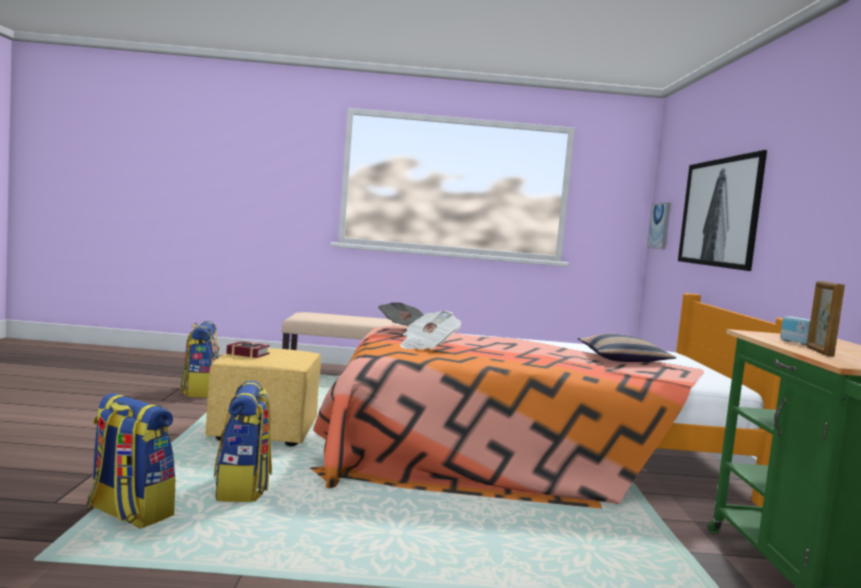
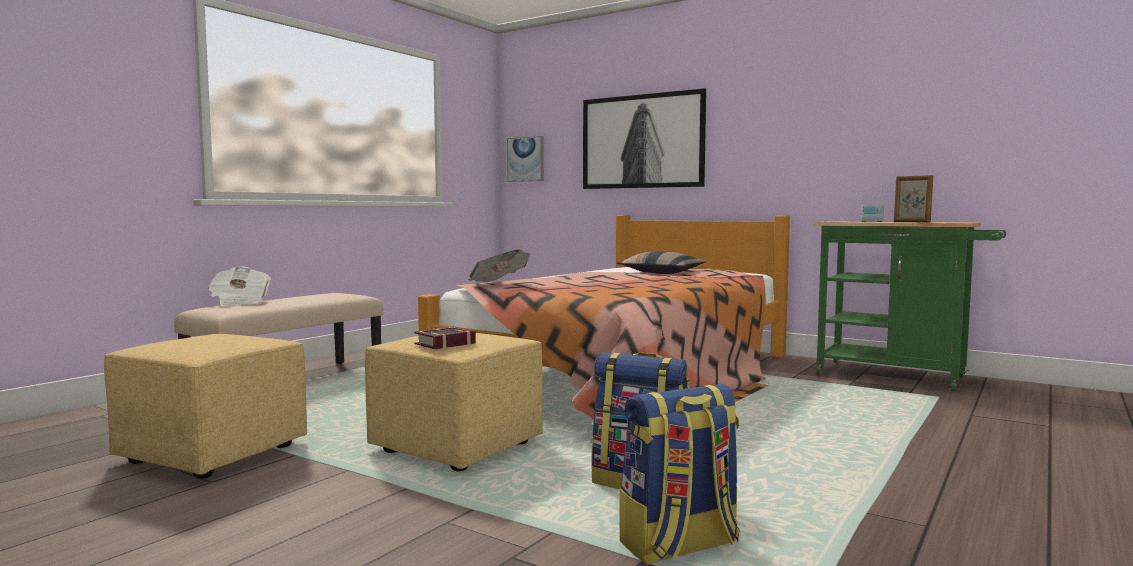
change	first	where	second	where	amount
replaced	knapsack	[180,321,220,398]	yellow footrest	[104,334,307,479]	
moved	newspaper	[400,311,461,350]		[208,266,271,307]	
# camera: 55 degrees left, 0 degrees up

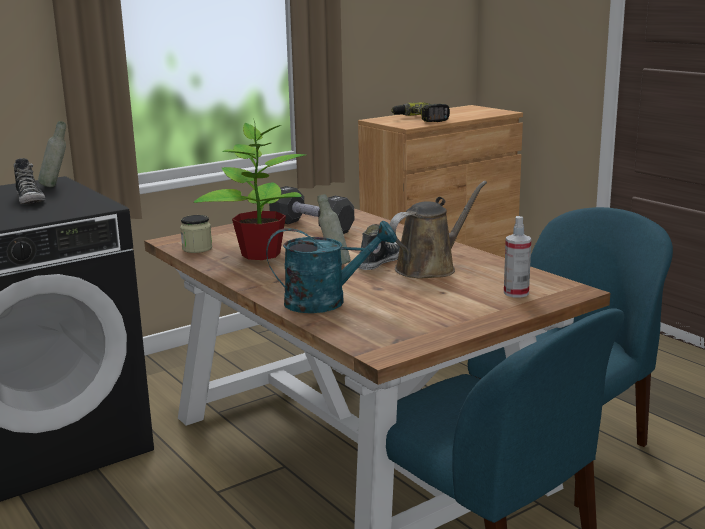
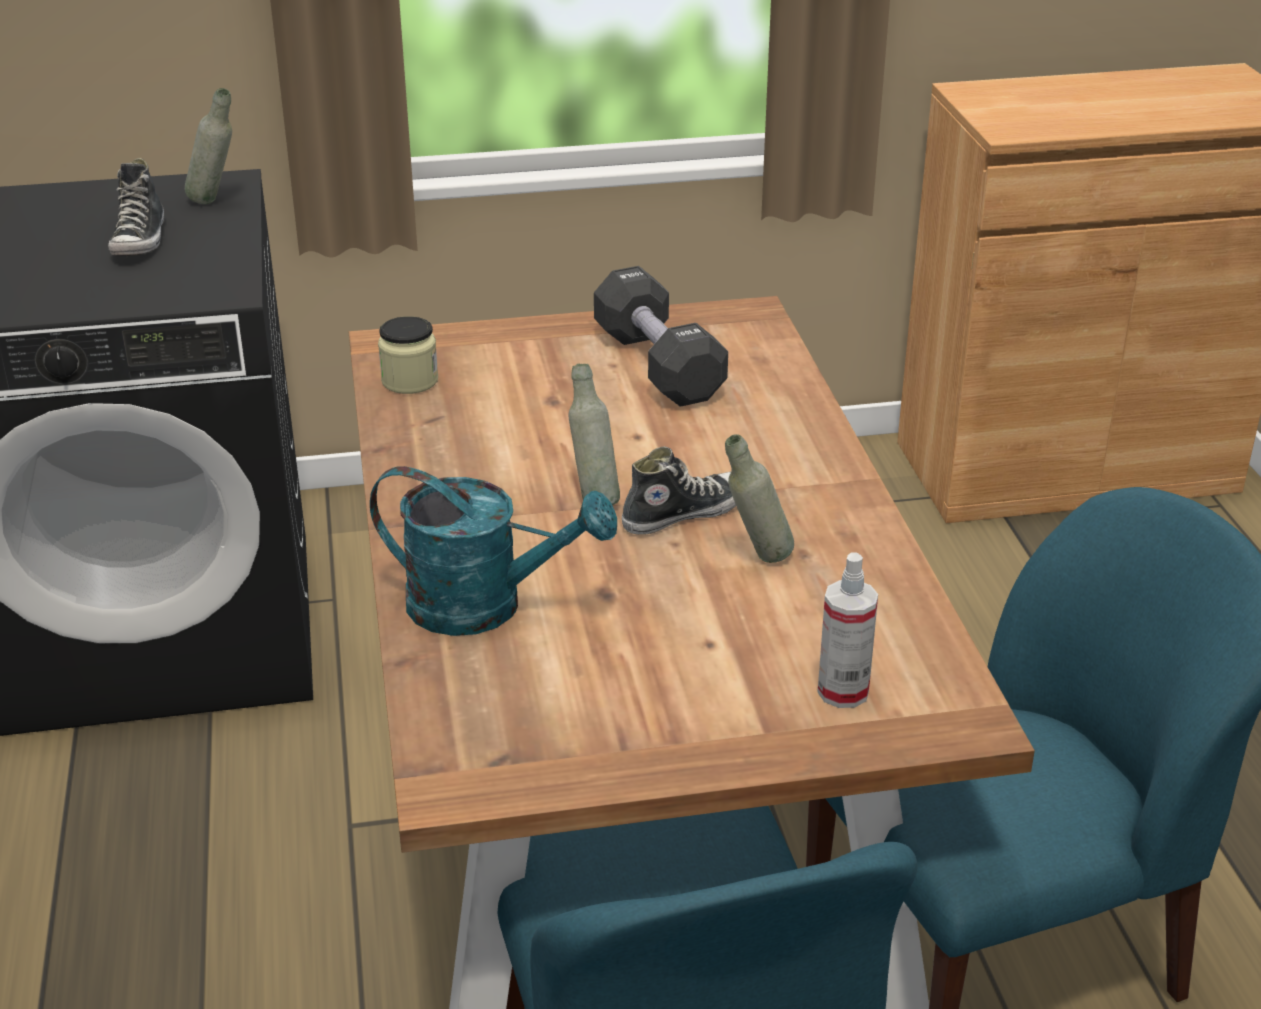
change	first	where	second	where	amount
replaced	brownish watering pot	[389,181,487,279]	gray bottle	[725,434,794,563]	
removed	plant in a pot	[194,118,305,260]			
removed	drill	[391,102,450,122]			
# camera: 25 degrees right, 15 degrees up

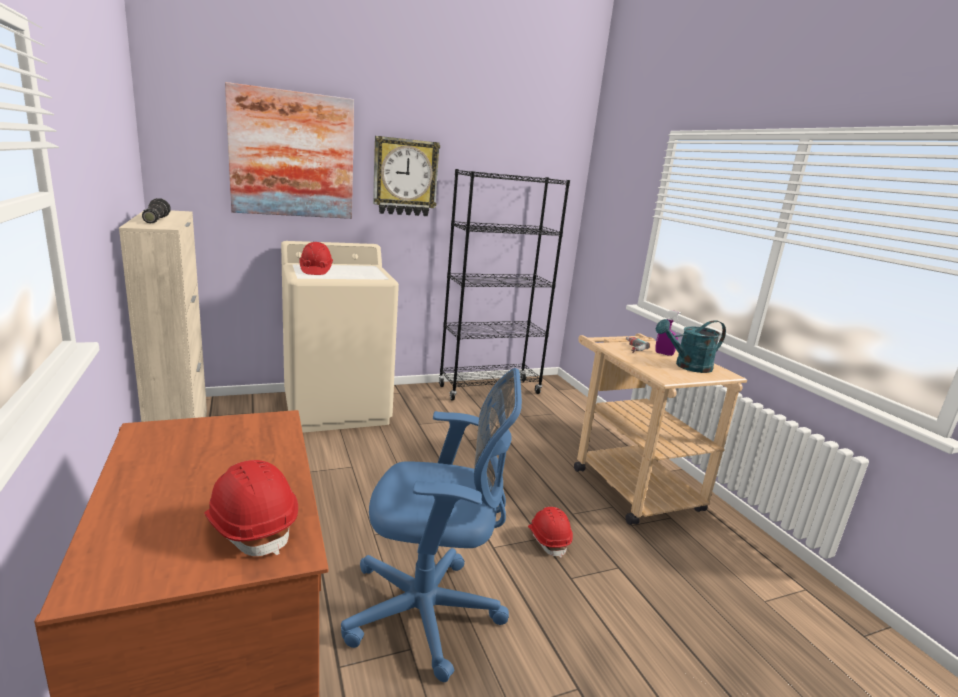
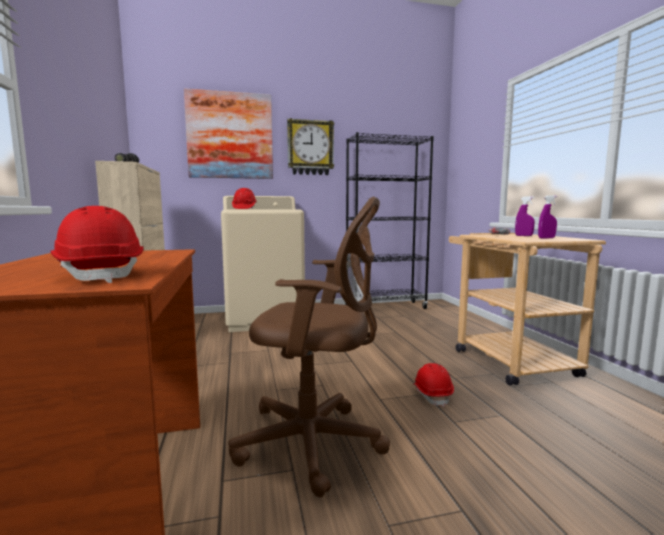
change	first	where	second	where	amount
recoloured	bluish computer chair	[341,368,522,682]	brownish computer chair	[228,197,390,497]	
replaced	turquoise-coloured watering pot	[656,319,726,373]	purple sprayer	[538,195,557,238]	
# camera: 10 degrees right, 10 degrees down

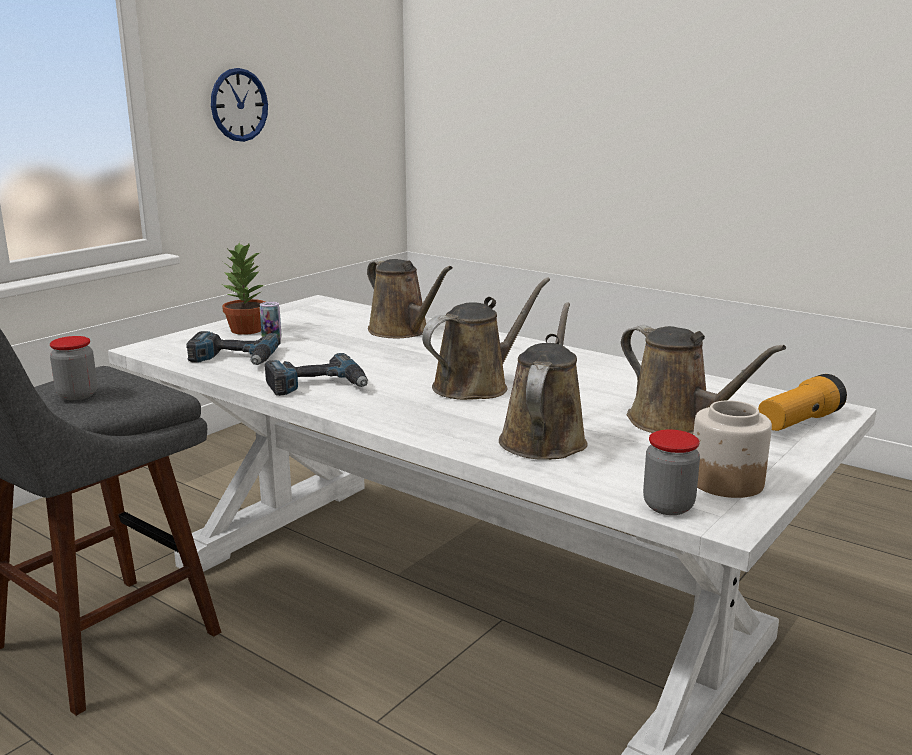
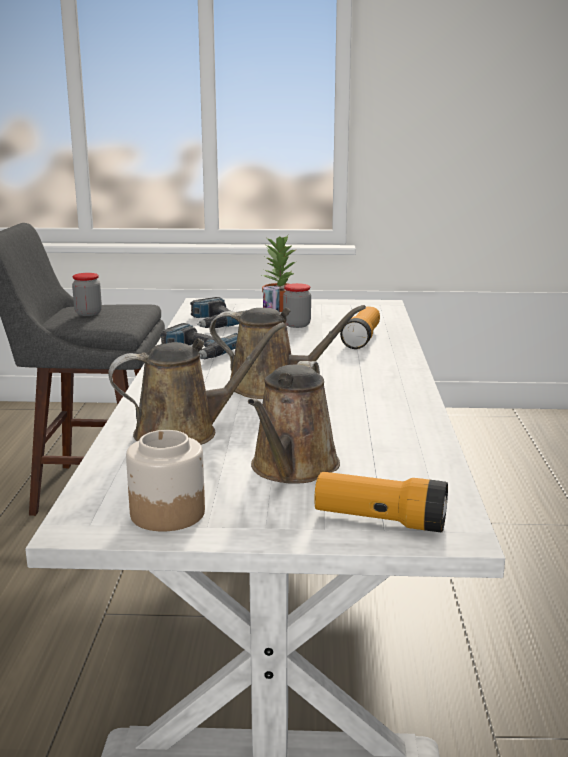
change	first	where	second	where	amount
moved	storage jar	[643,430,700,515]		[283,283,311,328]	
replaced	brownish watering pot	[367,259,453,338]	flashlight	[340,307,380,349]	
removed	hanging clock	[211,68,268,142]			
# camera: 55 degrees right, 0 degrees up

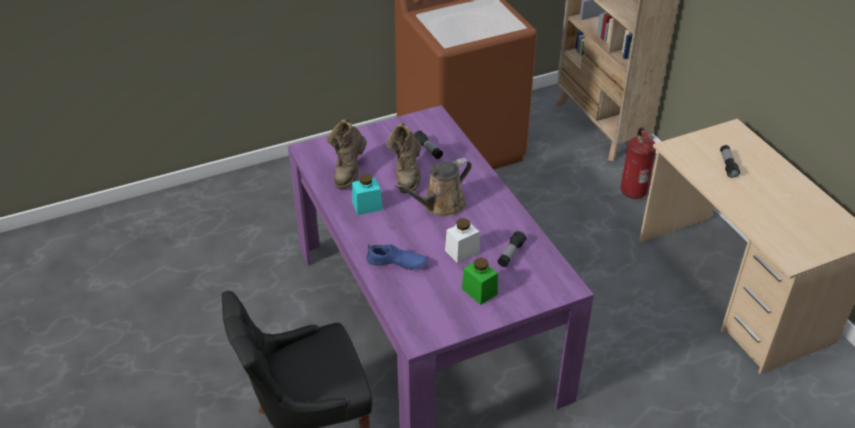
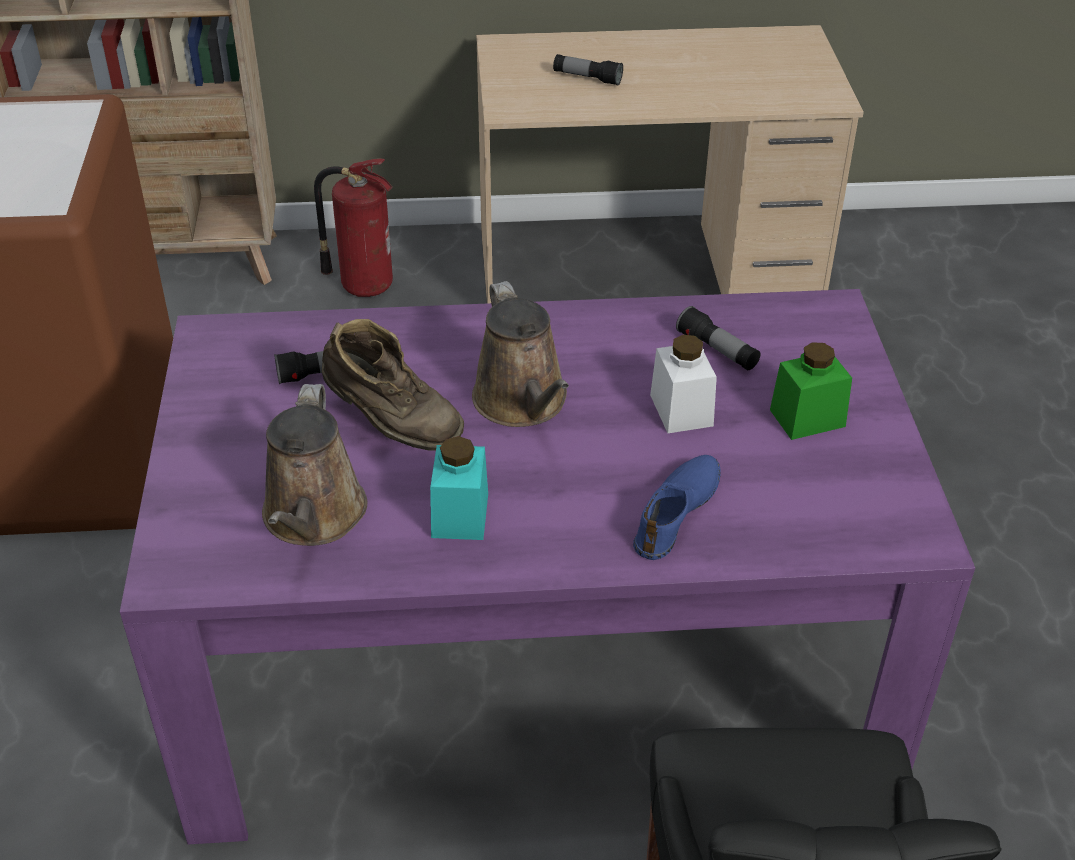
change	first	where	second	where	amount
replaced	brownish high-top boot	[326,119,367,189]	brownish watering pot	[262,384,367,546]	
# camera: 70 degrees left, 0 degrees up

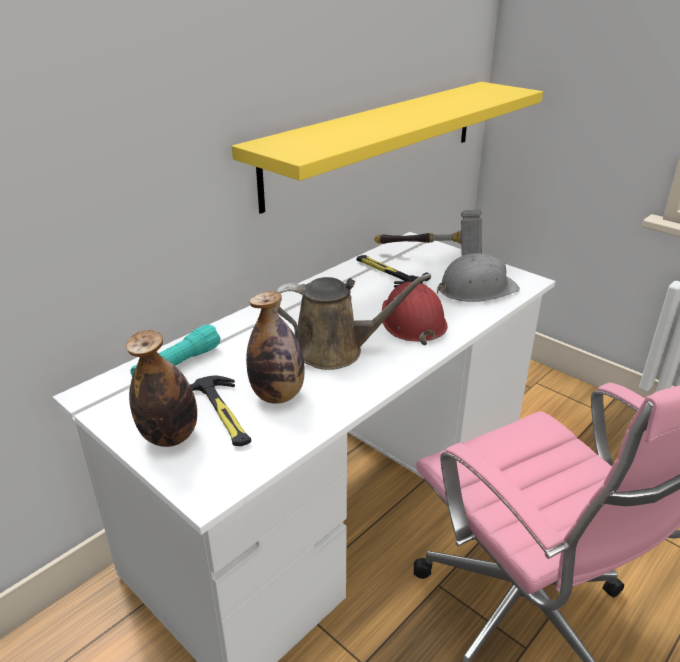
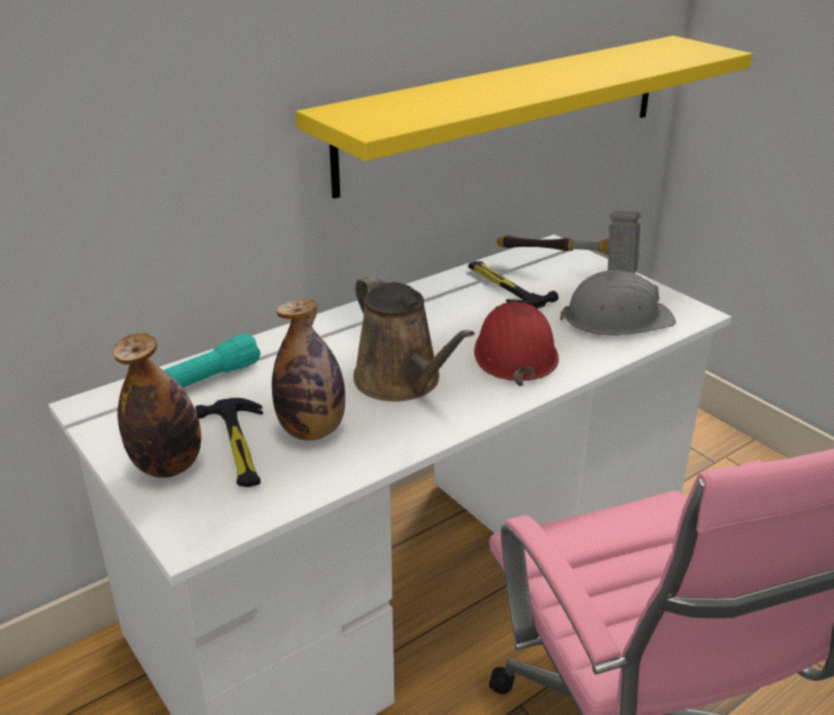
change	first	where	second	where	amount
turned	brownish watering pot	[276,273,431,370]		[353,274,475,402]	45 degrees clockwise
# camera: 10 degrees right, 0 degrees up

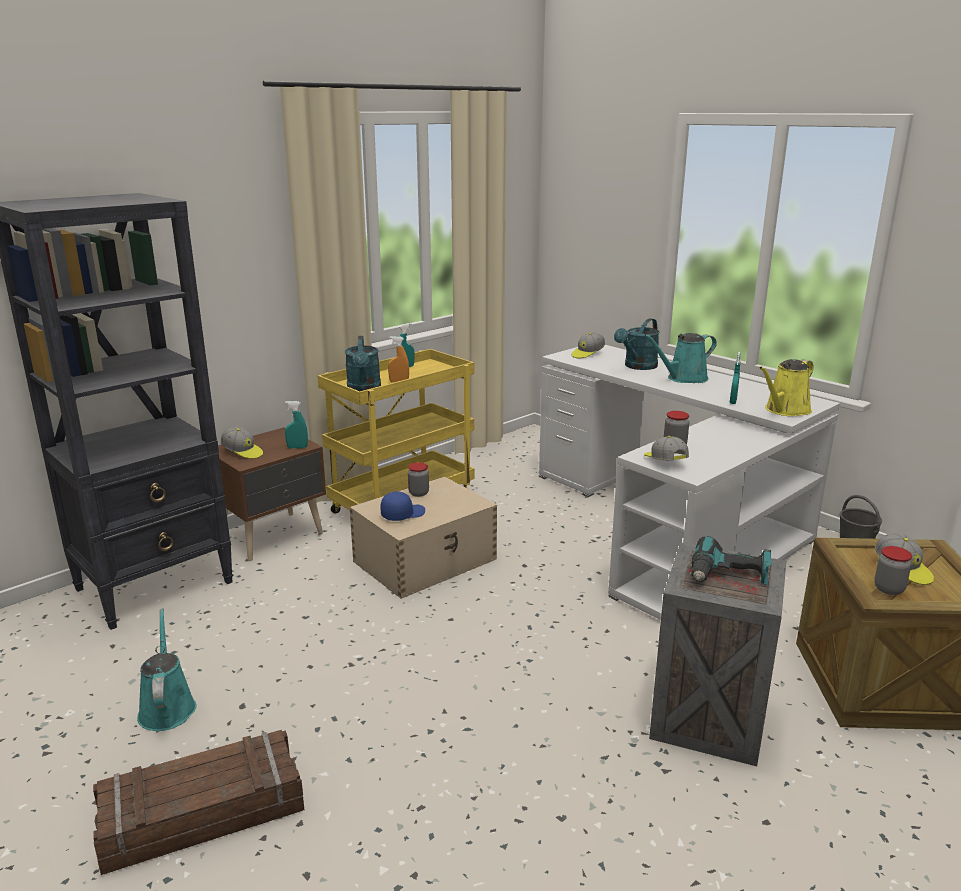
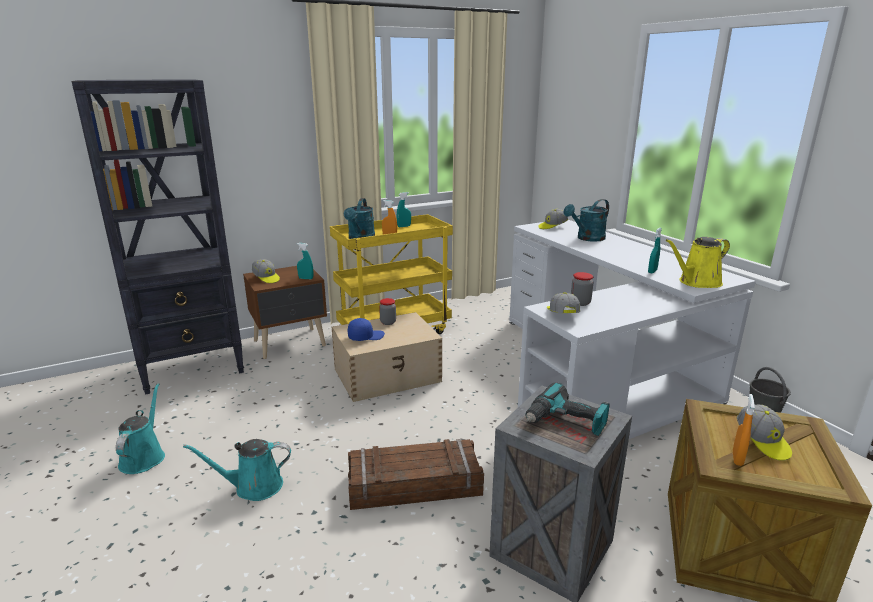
change	first	where	second	where	amount
moved	turquoise-coloured watering pot	[644,333,717,383]		[183,439,291,501]	
moved	shipping crate	[93,730,304,875]		[348,439,484,510]	
replaced	storage jar	[874,546,912,595]	orangey sprayer	[733,394,755,466]	
# camera: 15 degrees right, 0 degrees up

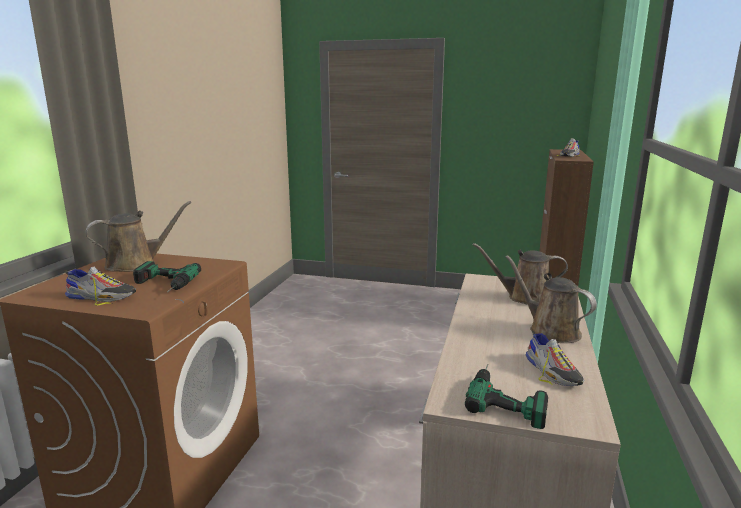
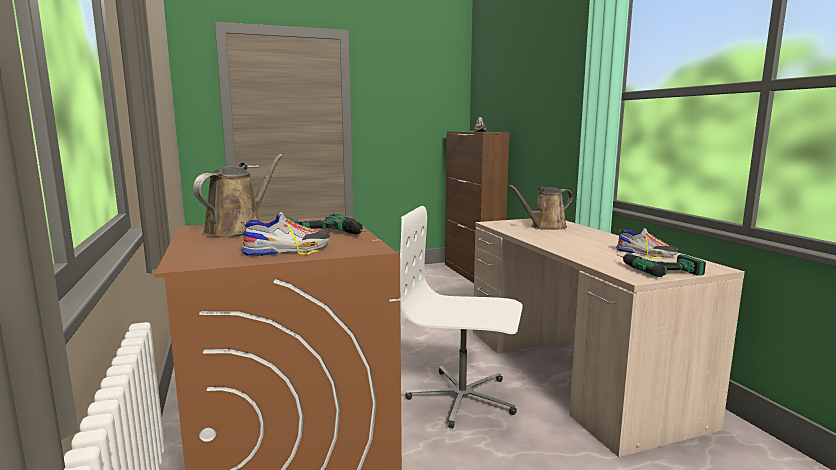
change	first	where	second	where	amount
added			white computer chair	[400,206,523,429]	
removed	brownish watering pot	[506,255,597,343]			
# camera: 35 degrees left, 5 degrees down

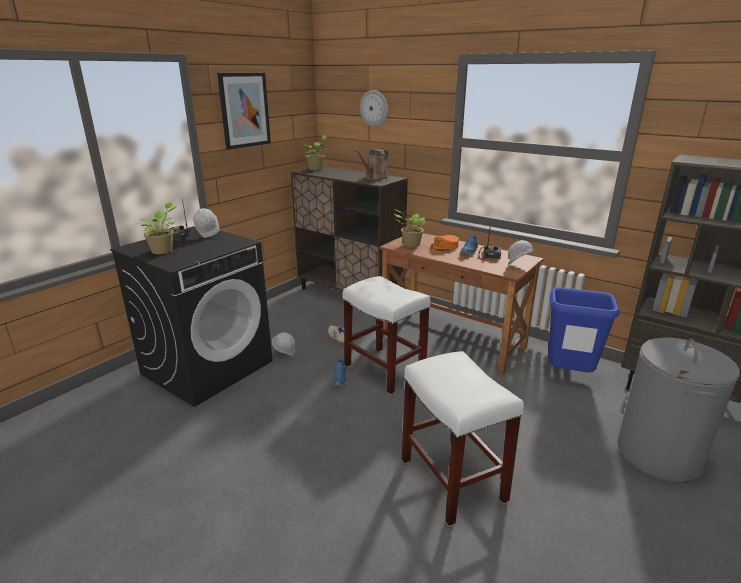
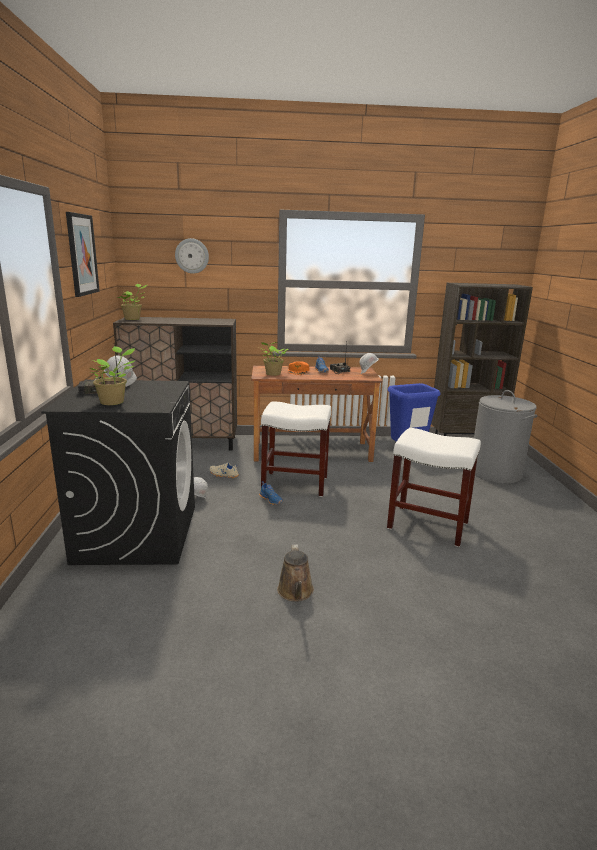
change	first	where	second	where	amount
moved	brownish watering pot	[355,149,389,180]		[277,544,314,601]	
# camera: 40 degrees left, 5 degrees down

